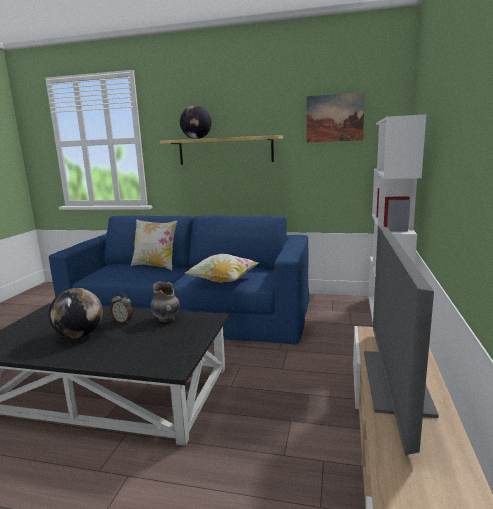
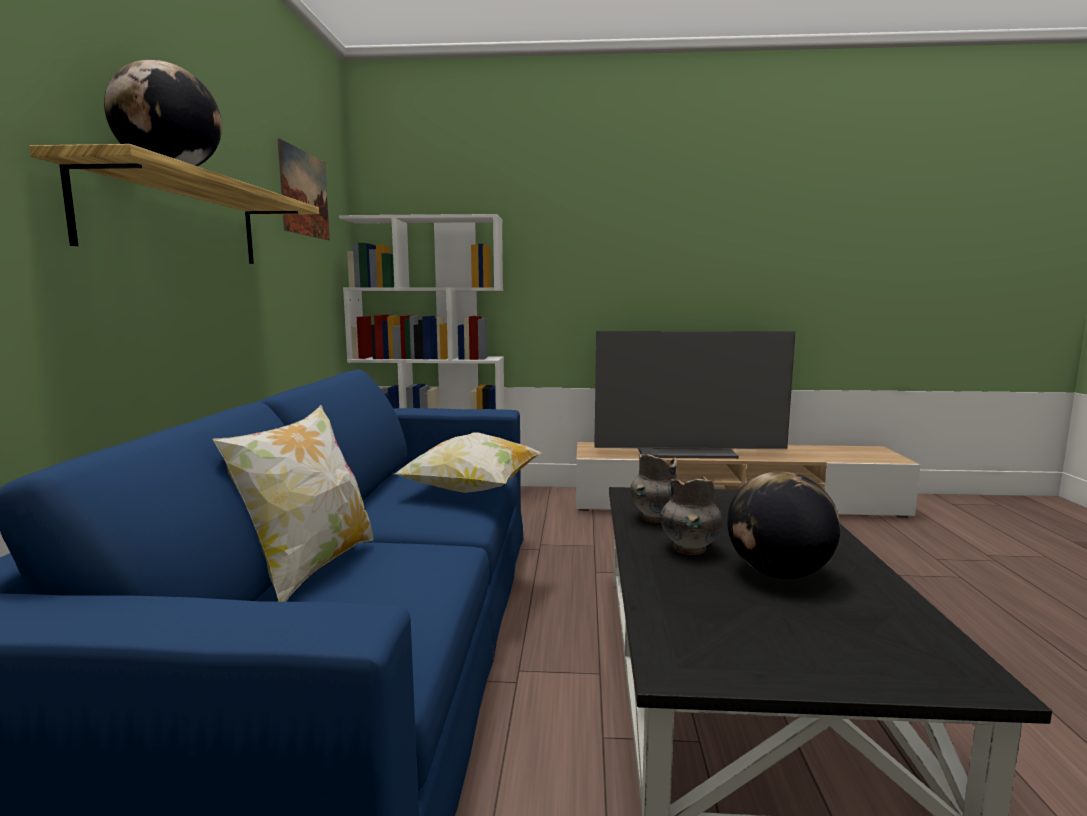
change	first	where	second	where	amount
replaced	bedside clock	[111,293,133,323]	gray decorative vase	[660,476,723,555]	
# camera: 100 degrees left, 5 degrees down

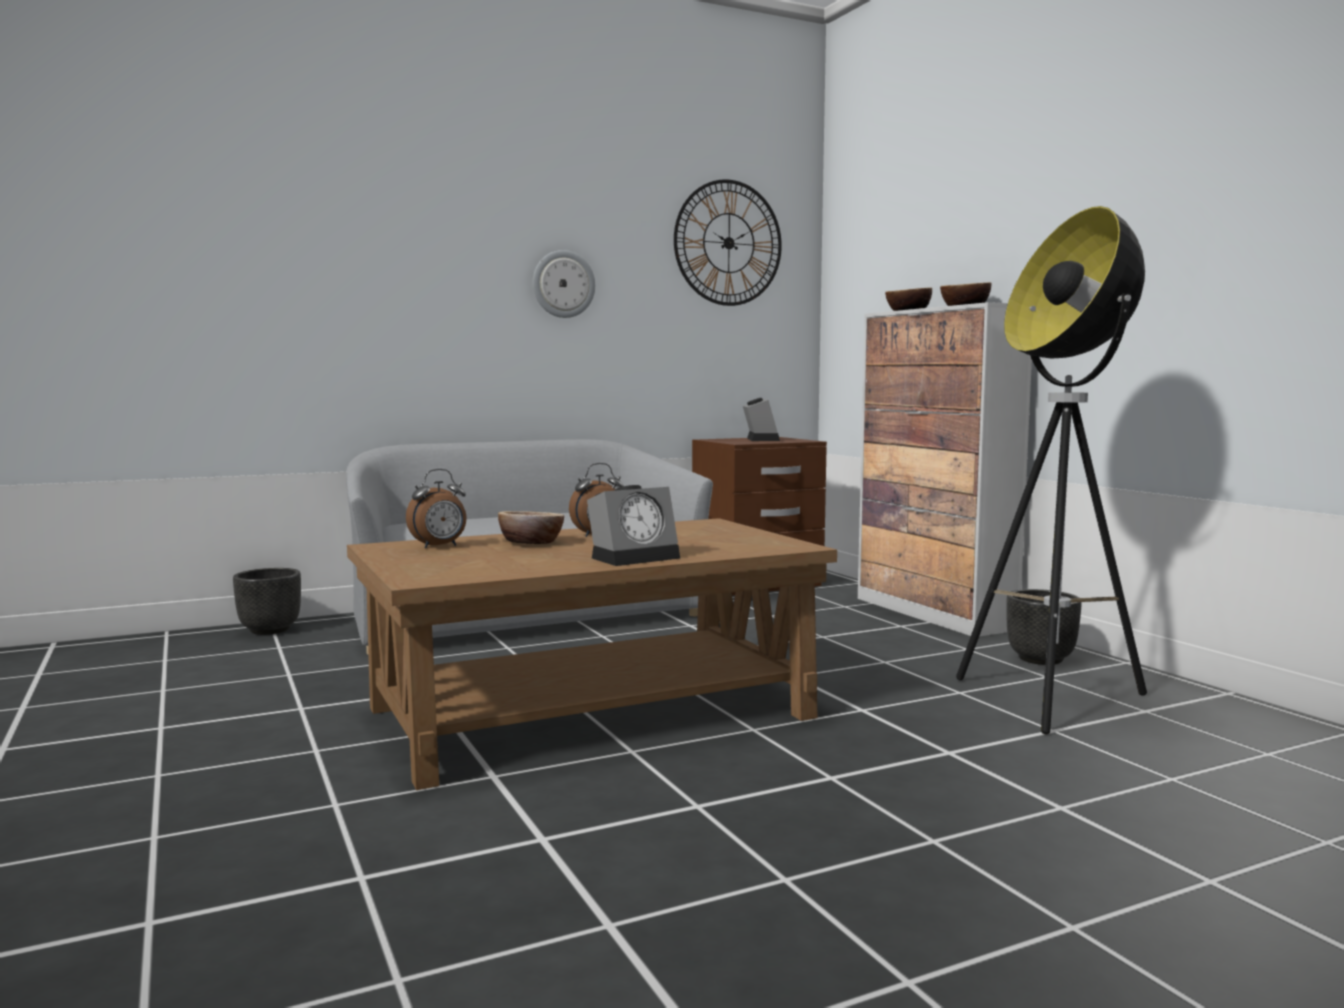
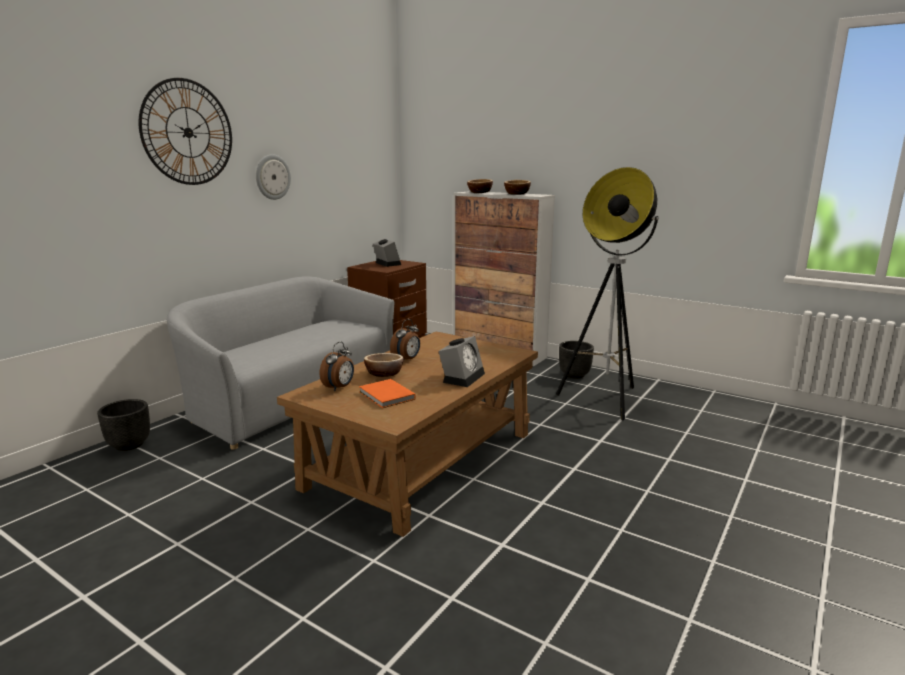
change	first	where	second	where	amount
moved	hanging clock	[674,179,782,306]		[139,78,232,185]	
added			orangey bound book	[359,379,416,408]	
# camera: 30 degrees left, 10 degrees up

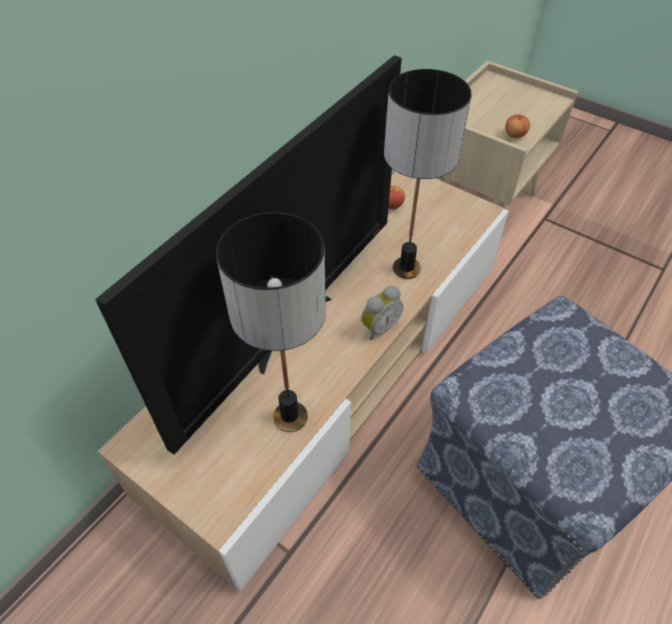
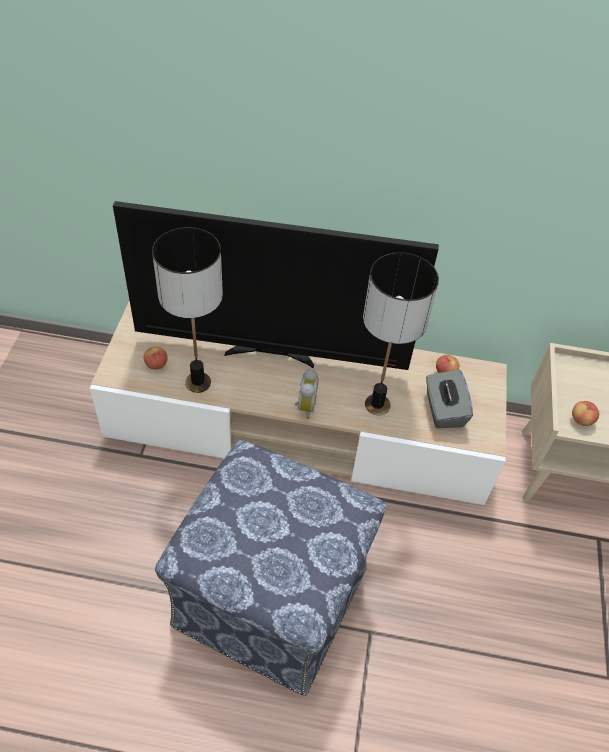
change	first	where	second	where	amount
added			apple	[144,347,168,370]	
turned	bedside clock	[361,286,403,340]		[295,369,319,419]	105 degrees counterclockwise
added			gray tissue box	[426,369,473,428]	
# camera: 60 degrees right, 0 degrees up

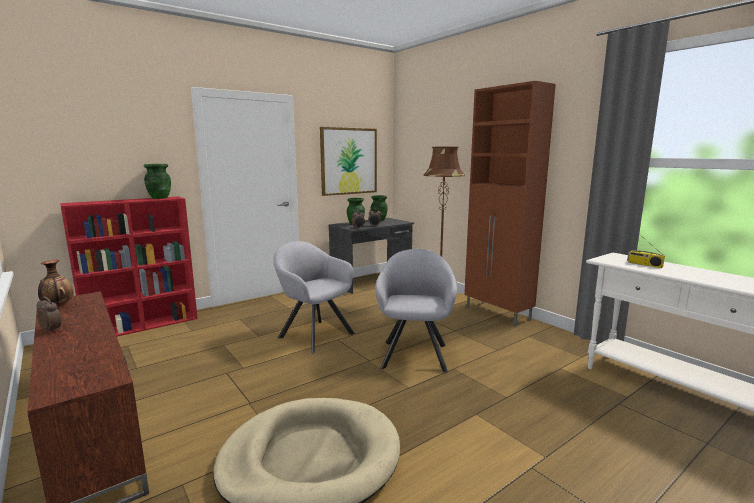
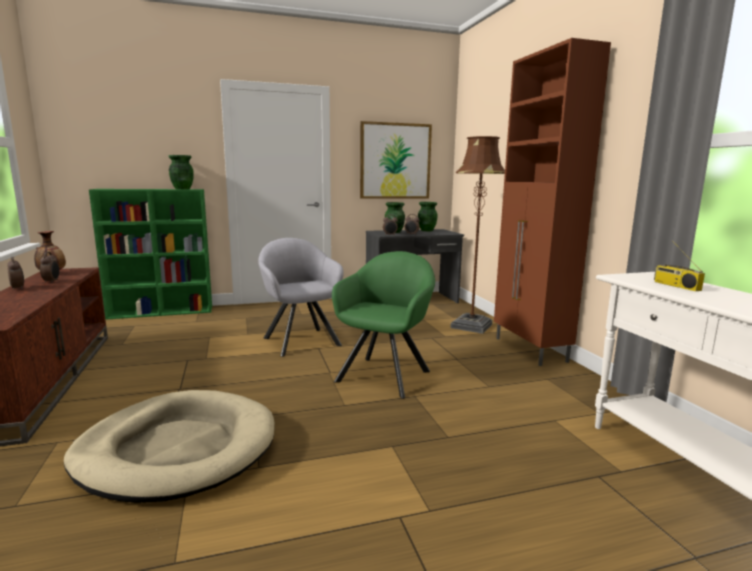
change	first	where	second	where	amount
added			bedside clock	[40,252,59,283]	
recoloured	reddish bookshelf	[60,196,198,337]	green-coloured bookshelf	[89,189,212,320]	
recoloured	gray easy chair	[375,249,457,373]	green-coloured easy chair	[332,251,435,399]	
# camera: 20 degrees right, 0 degrees up

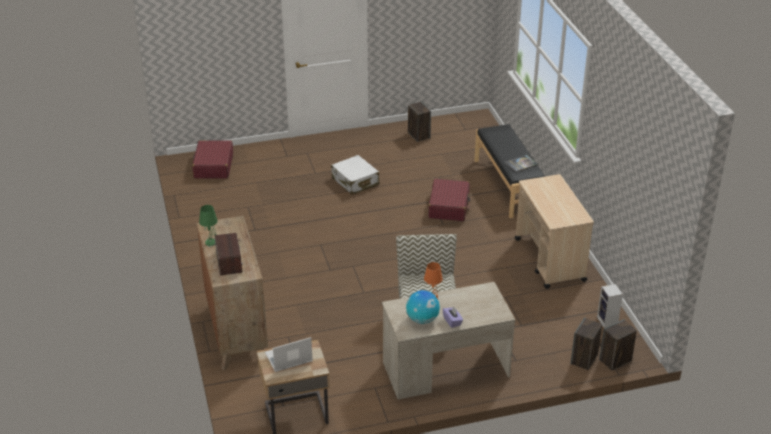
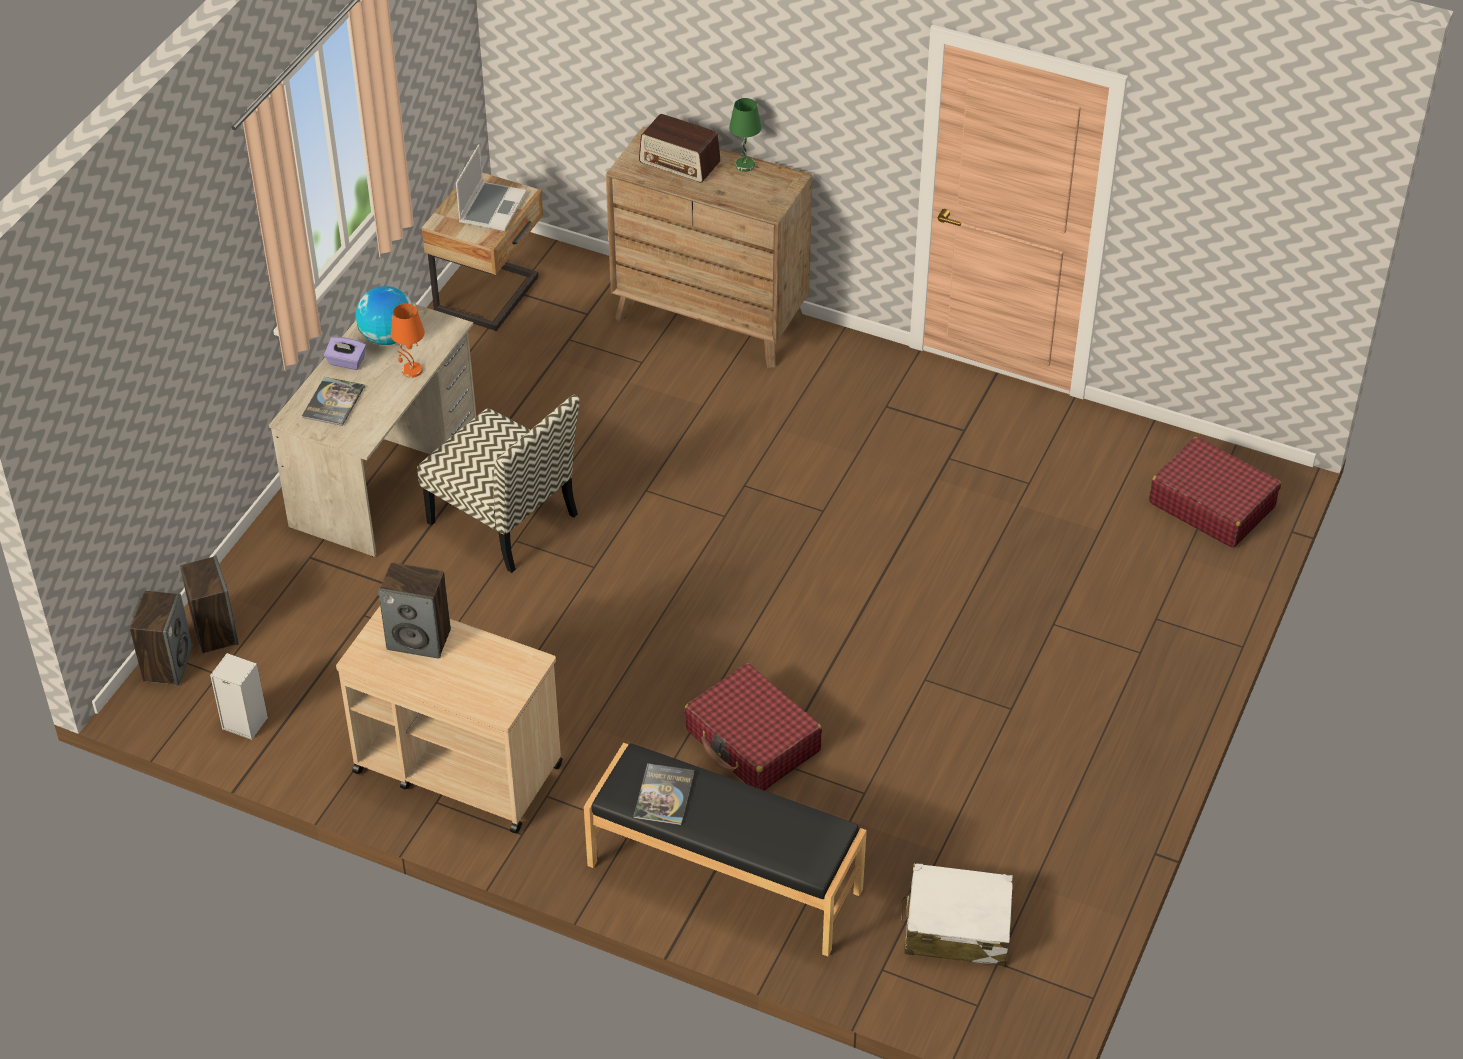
change	first	where	second	where	amount
added			bound book	[302,377,365,426]	
moved	loudspeaker	[408,102,431,142]		[378,563,451,659]	
moved	white suitcase	[331,155,380,195]		[901,863,1013,966]	
# camera: 130 degrees right, 10 degrees up

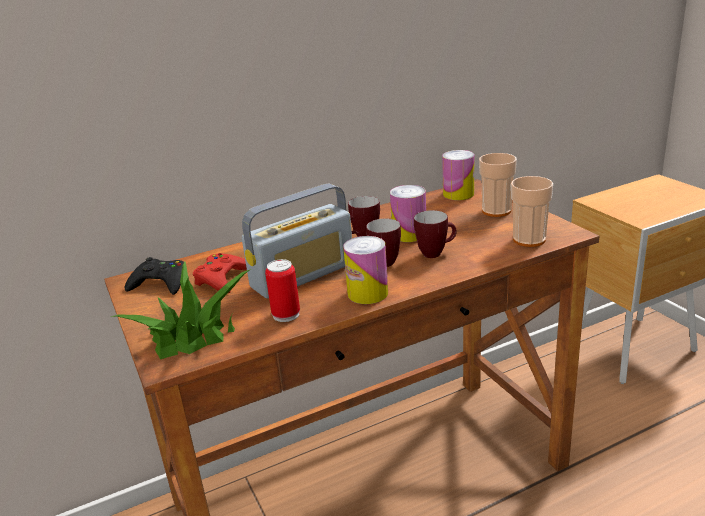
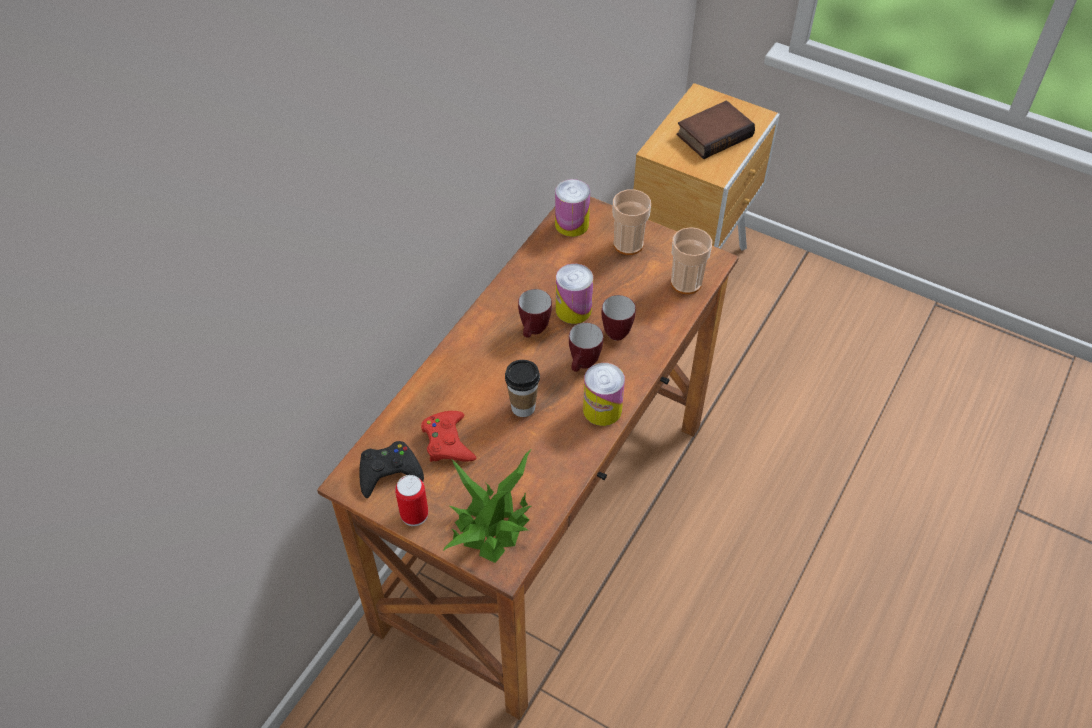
change	first	where	second	where	amount
moved	sealed can	[265,259,300,322]		[395,475,428,526]	
replaced	radio receiver	[242,184,352,299]	drinking cup	[505,360,540,417]	
added			bound book	[677,101,755,159]	
# camera: 35 degrees left, 25 degrees up

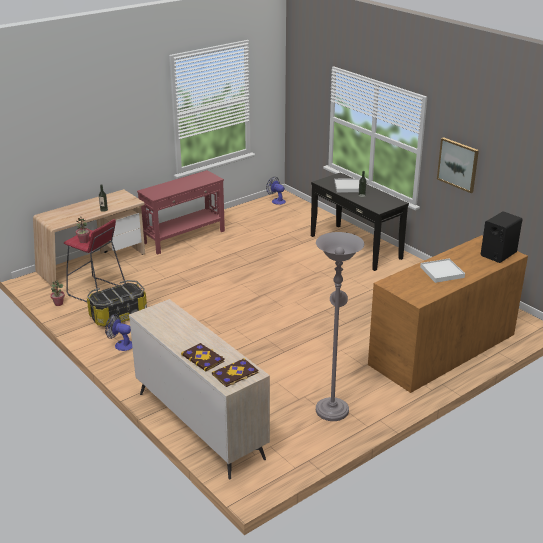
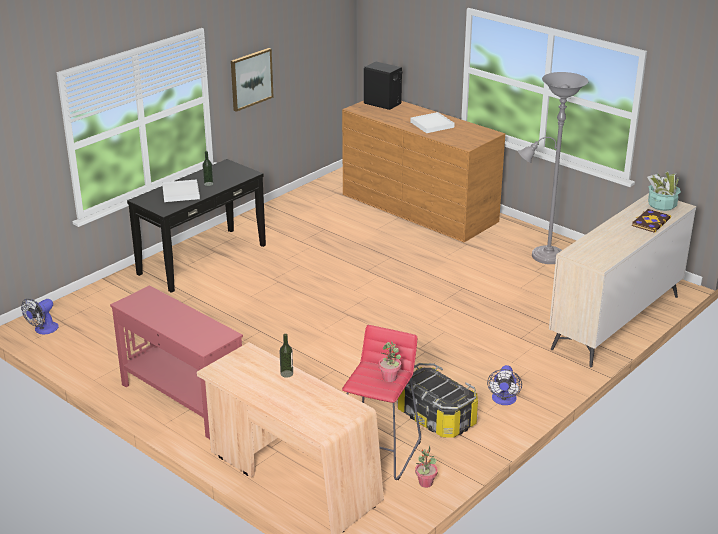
change	first	where	second	where	amount
replaced	bound book	[212,358,259,387]	plant in a pot	[647,172,681,211]	
# camera: 100 degrees left, 0 degrees up

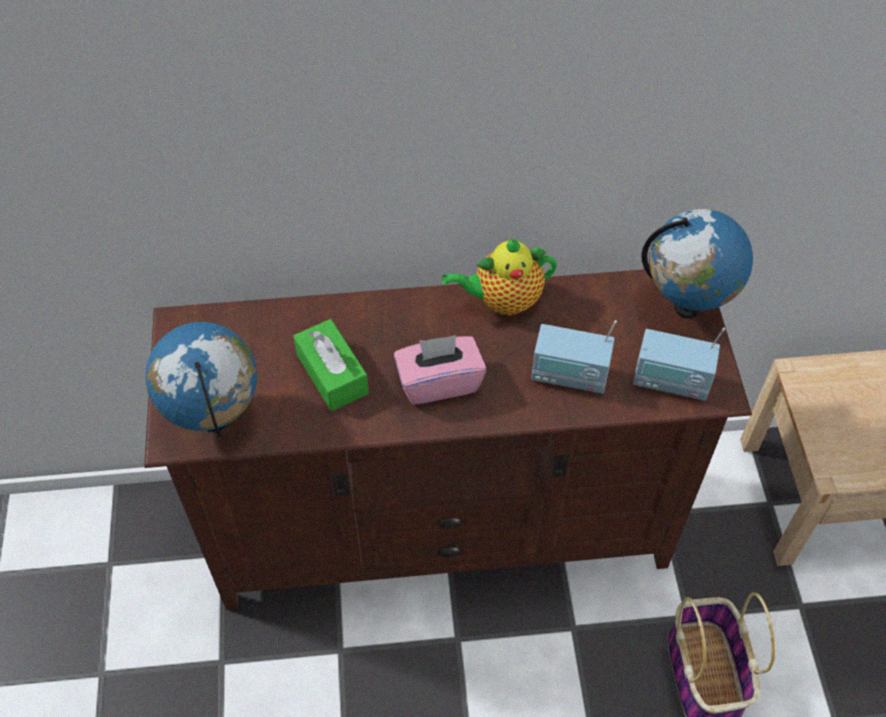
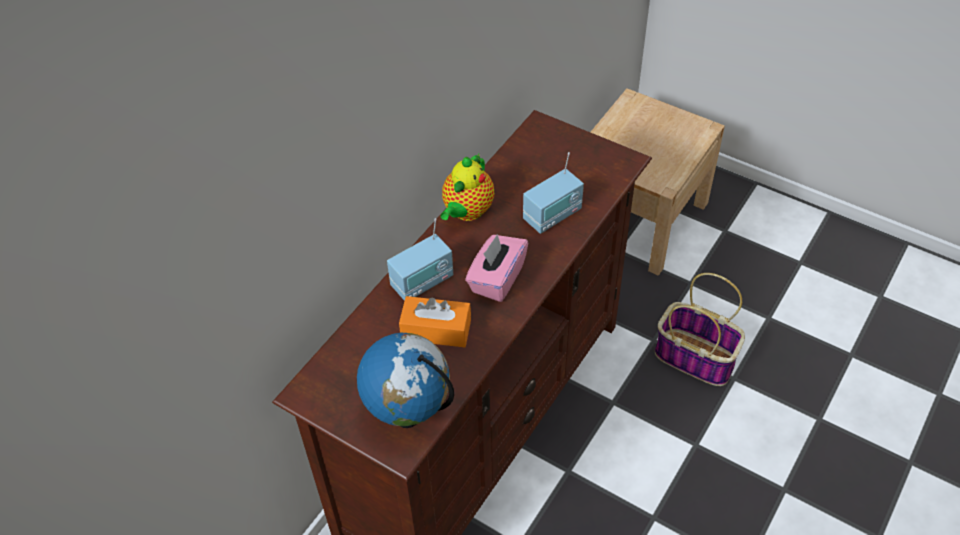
change	first	where	second	where	amount
moved	radio receiver	[633,327,725,400]		[387,218,453,301]	
recoloured	green-coloured tissue box	[293,319,369,411]	orangey tissue box	[399,296,471,347]	
removed	world globe	[642,209,753,318]			
# camera: 50 degrees left, 5 degrees down

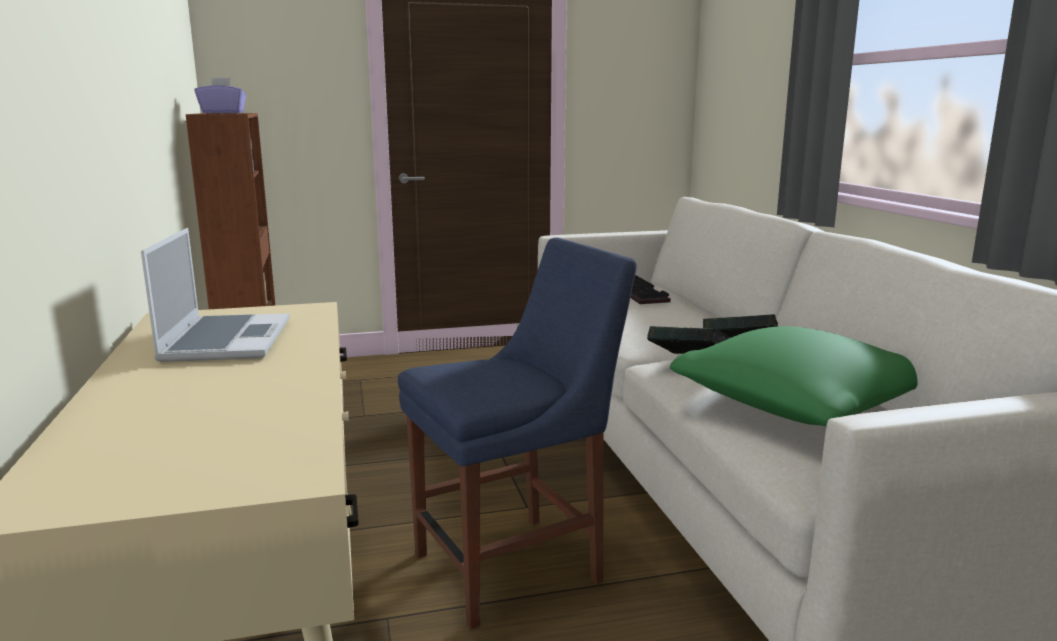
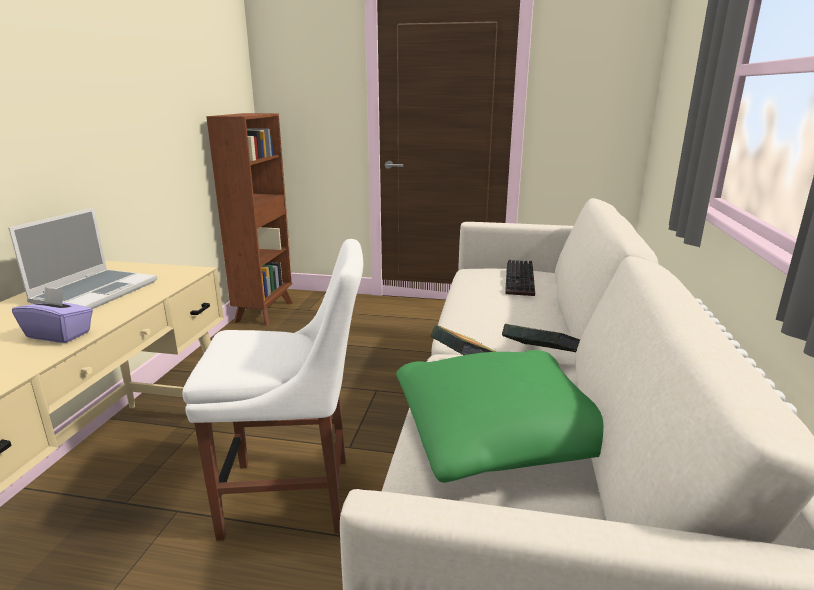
change	first	where	second	where	amount
moved	purple tissue box	[195,78,246,113]		[12,287,93,343]	
recoloured	bluish chair	[398,237,637,629]	white chair	[183,239,363,541]	
# camera: 25 degrees right, 5 degrees up

